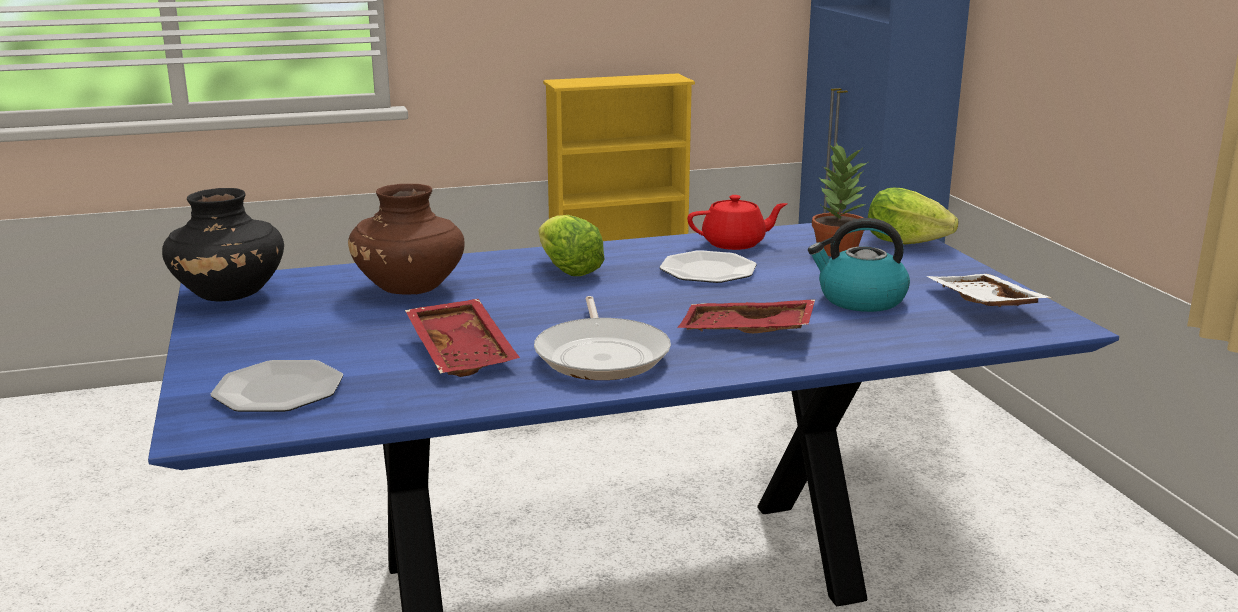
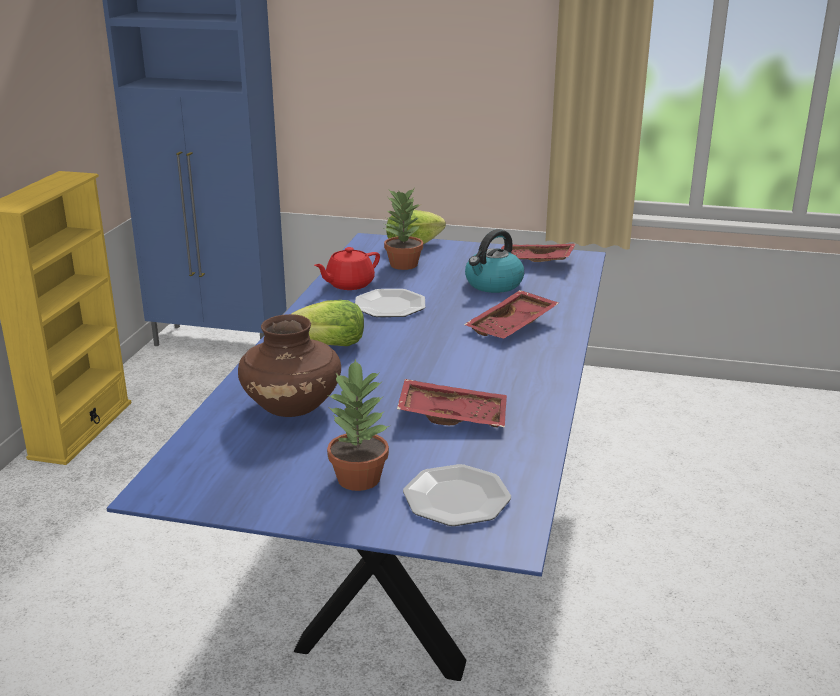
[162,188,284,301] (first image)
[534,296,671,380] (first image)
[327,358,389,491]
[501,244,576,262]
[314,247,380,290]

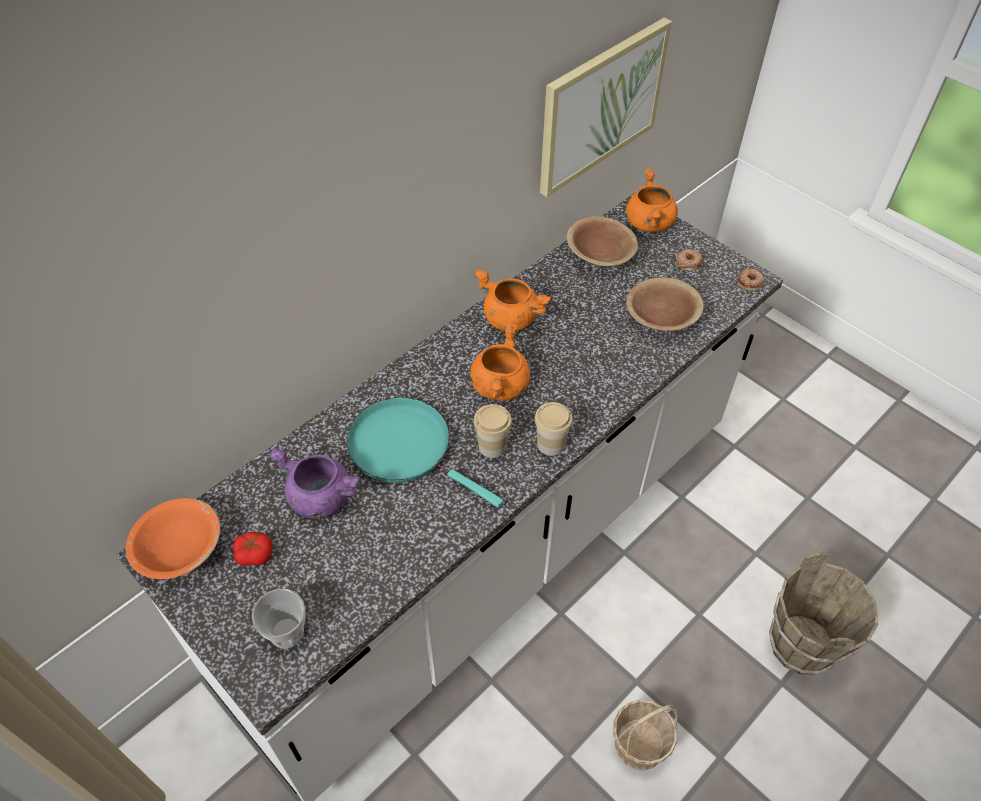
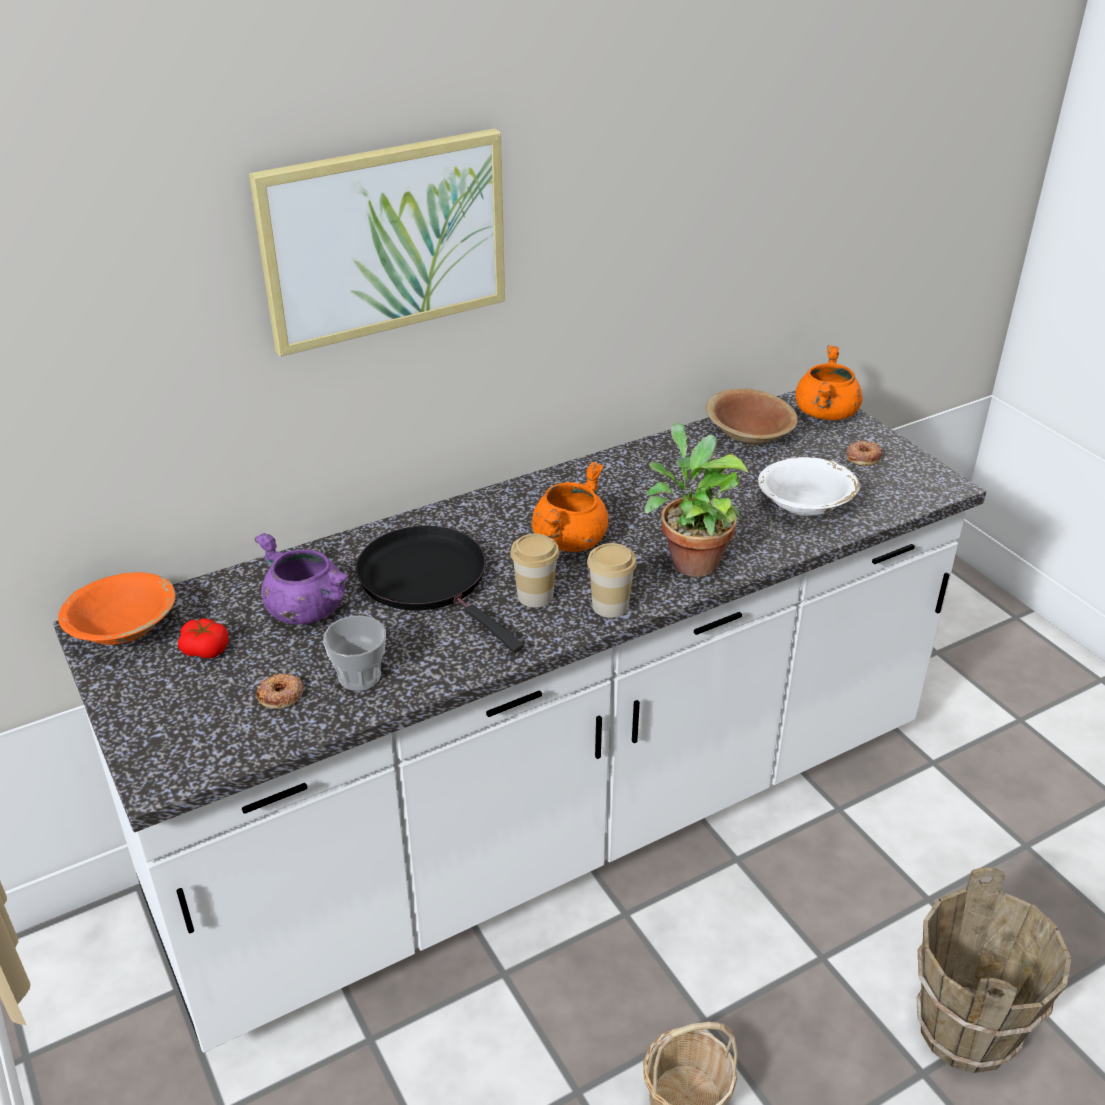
[474,269,551,331] (first image)
[644,423,749,577]
[323,615,386,691]
[249,128,505,357]
[257,673,304,708]
[356,526,524,653]
[758,457,860,516]

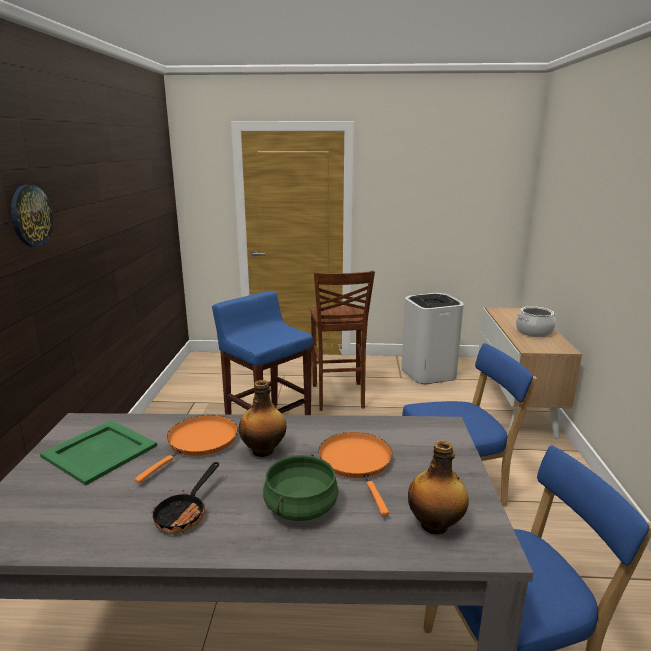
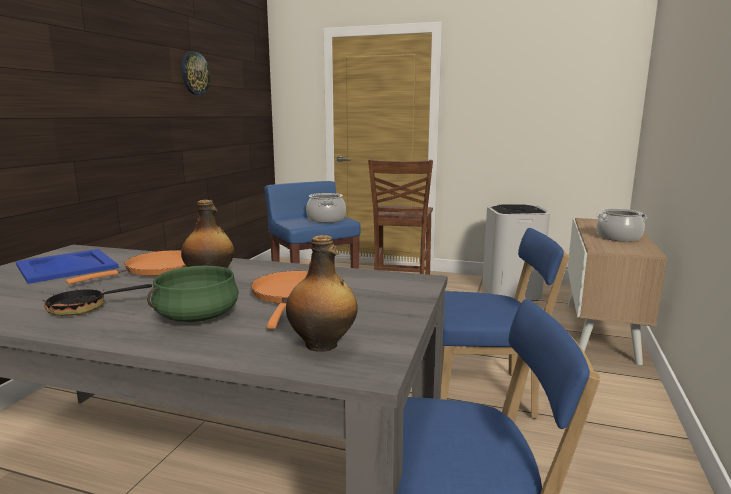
[306,193,346,223]
[181,51,210,95]
[16,249,119,284]
[42,284,152,316]

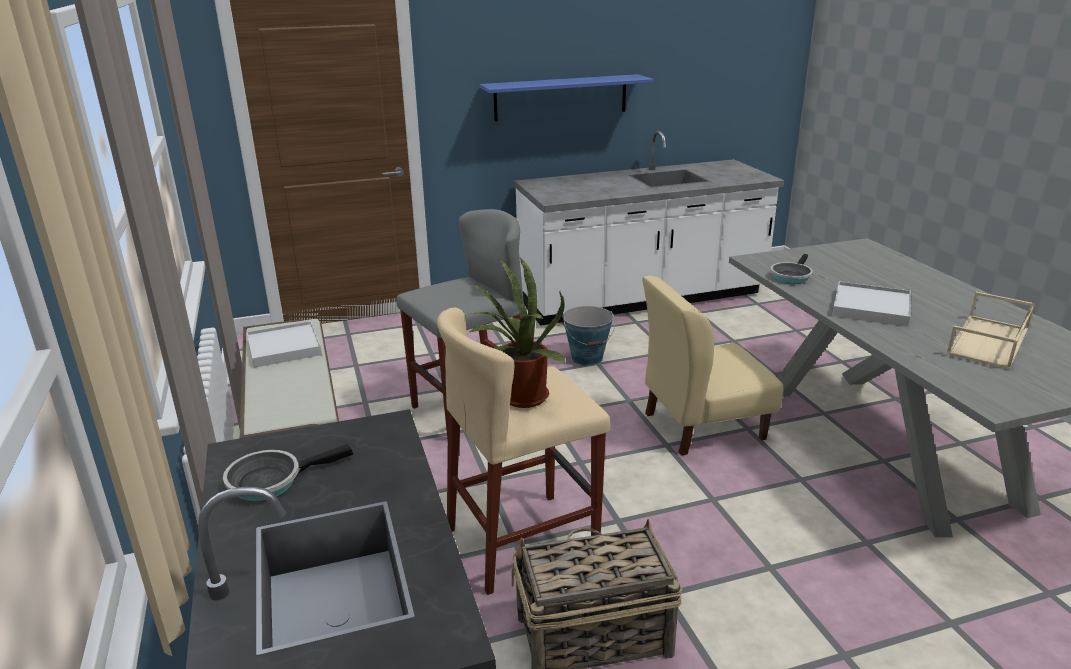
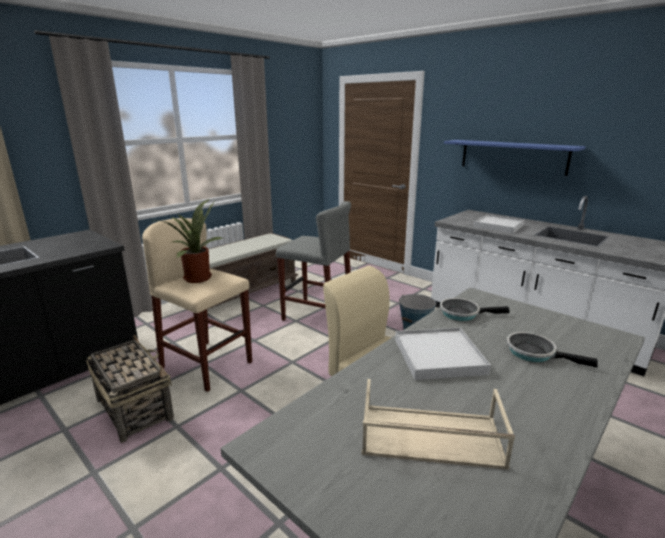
[506,332,598,368]
[473,214,525,234]

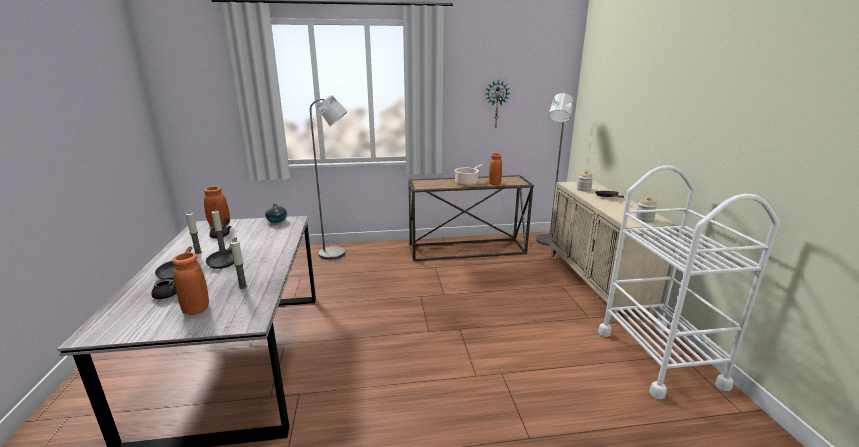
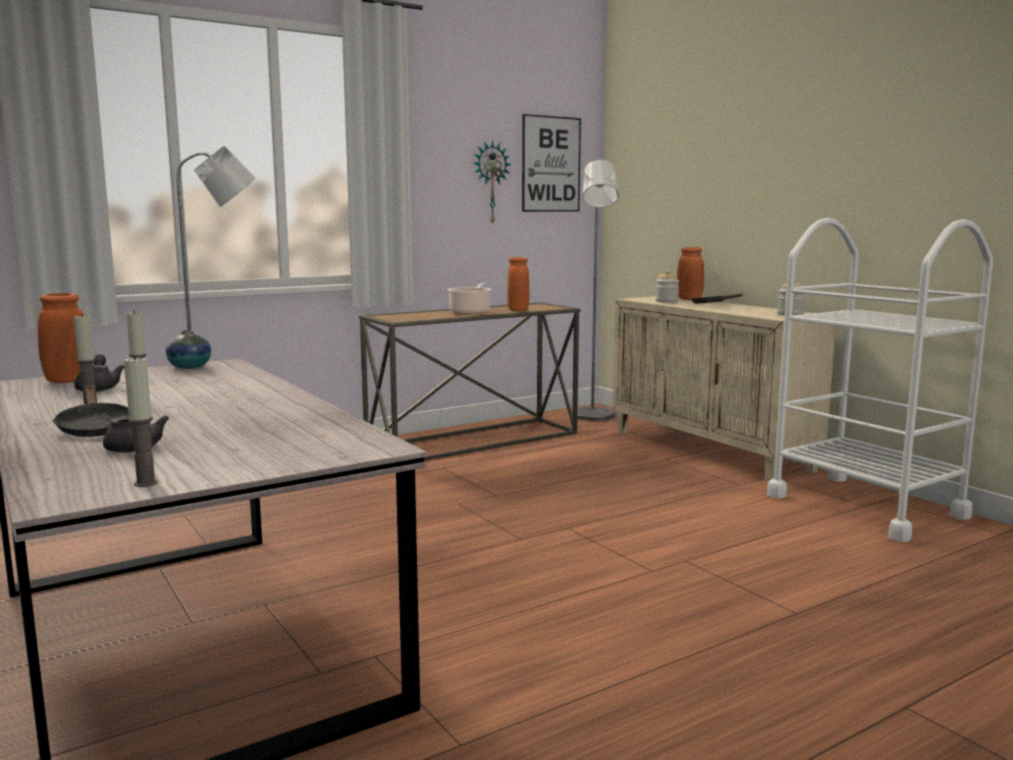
[206,238,237,269] (first image)
[522,114,581,212]
[677,247,704,300]
[124,355,158,487]

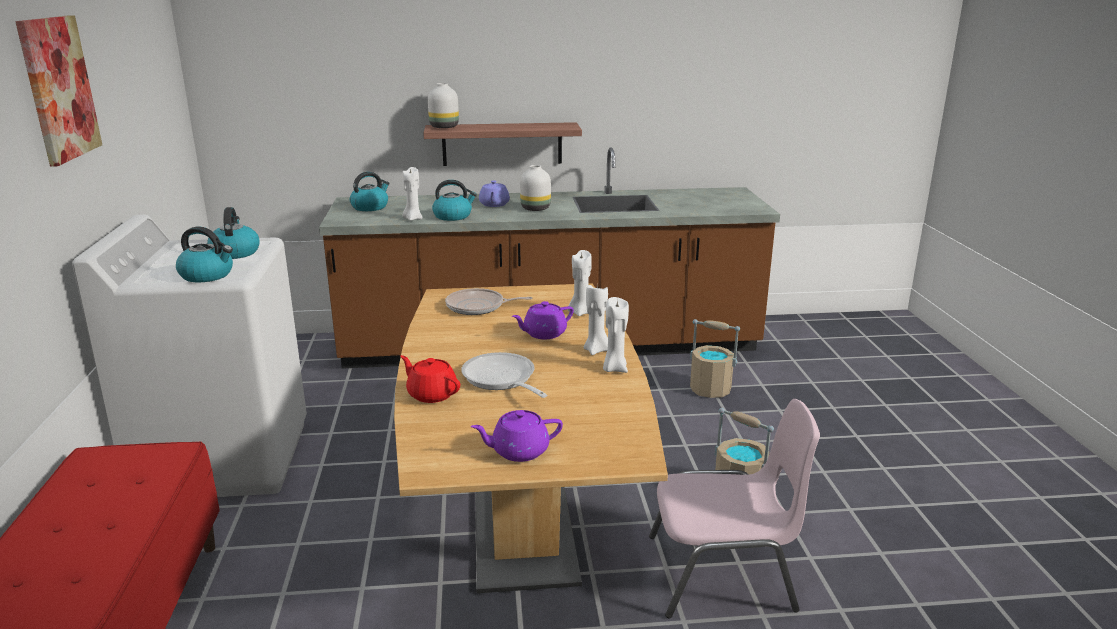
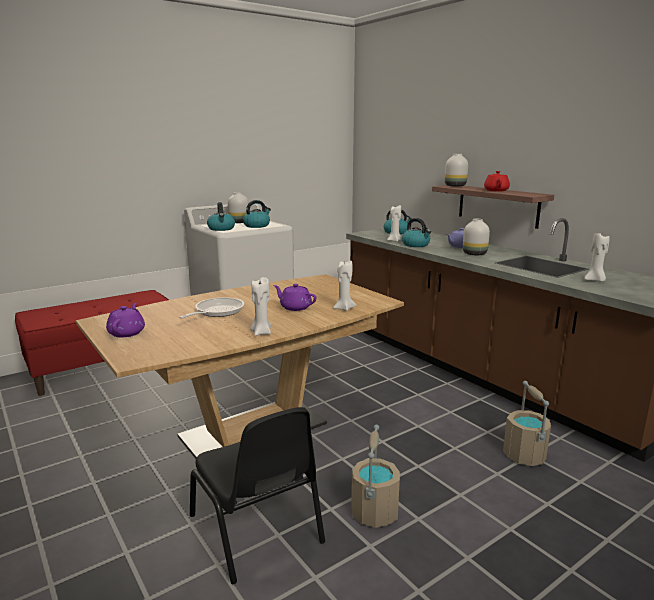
[15,15,102,167] (first image)
[445,288,533,315] (first image)
[228,192,249,223]
[484,171,510,191]
[584,233,610,282]
[190,407,325,584]
[106,303,145,337]

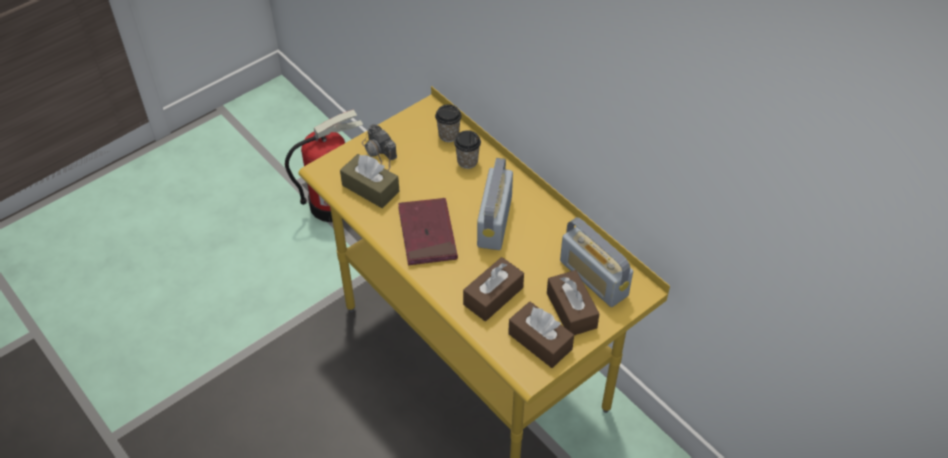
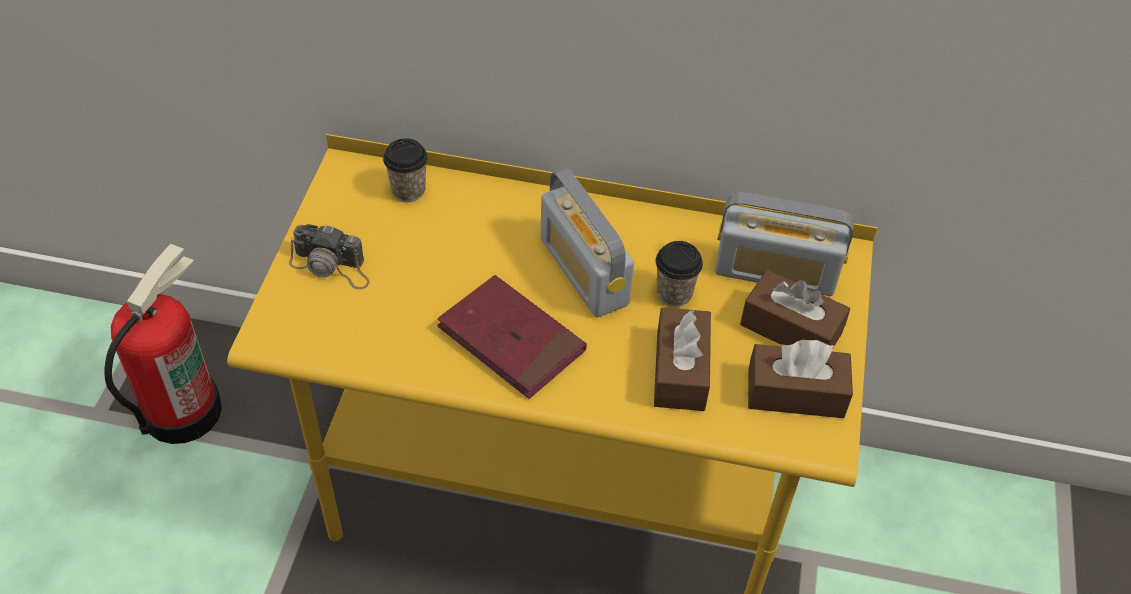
[340,154,400,208] (first image)
[656,241,703,307]

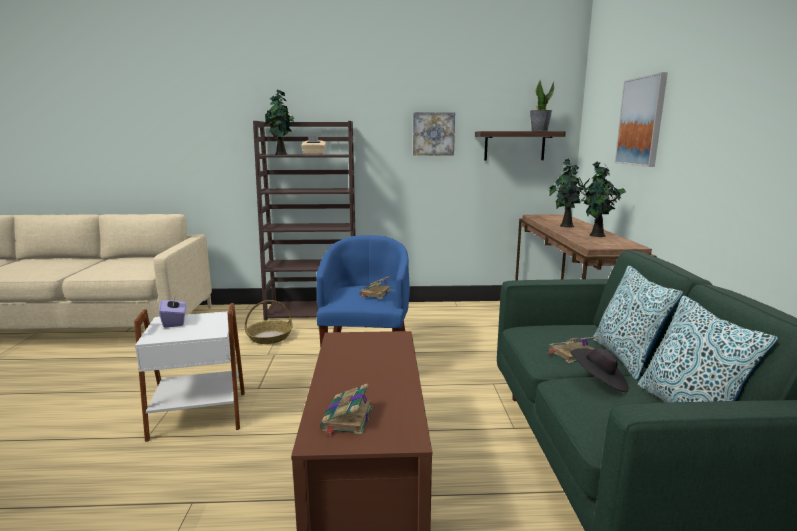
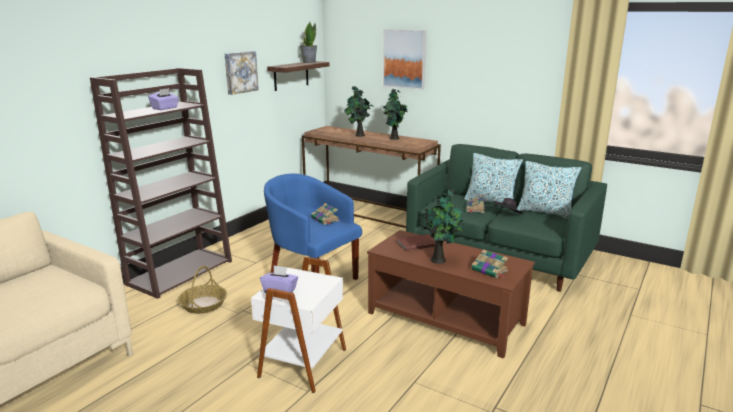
[397,234,436,251]
[417,189,463,264]
[148,88,179,110]

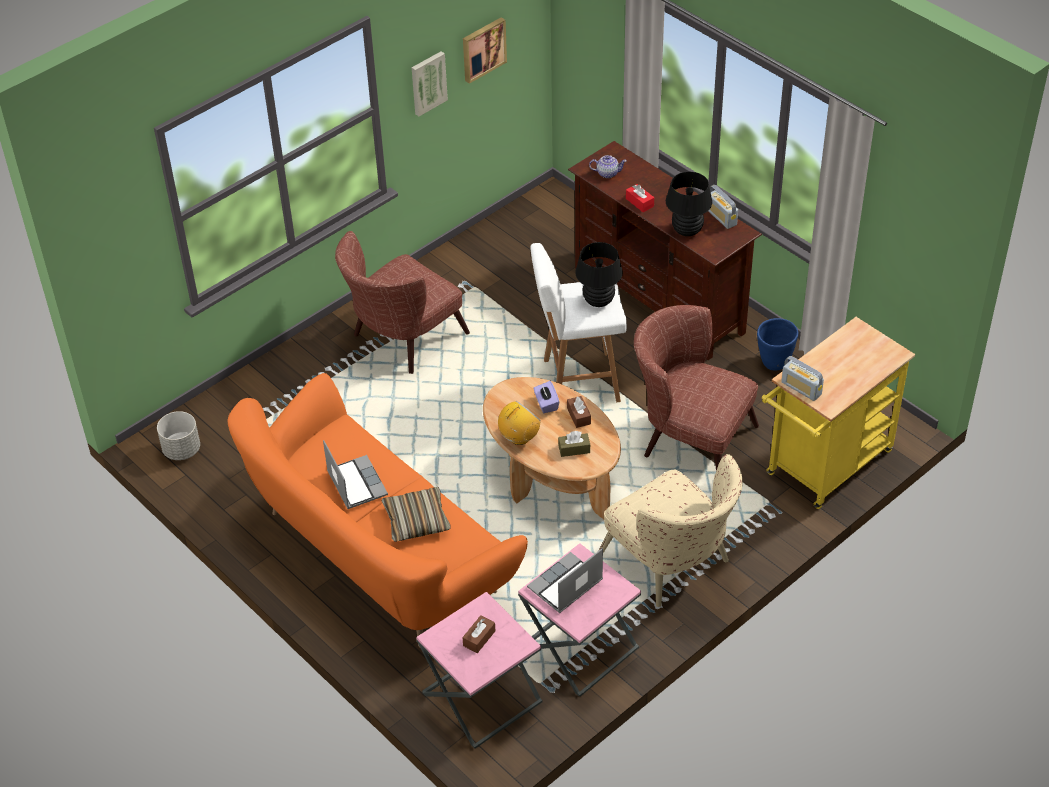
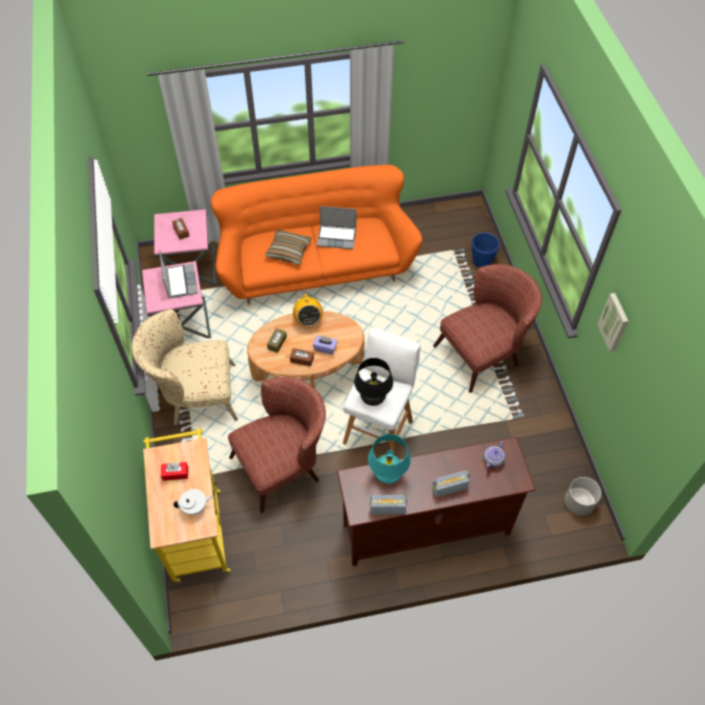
[463,17,507,84] (first image)
[174,489,213,515]
[565,477,601,515]
[161,462,188,481]
[472,233,500,267]
[432,471,470,497]
[368,434,411,484]
[433,264,542,393]

